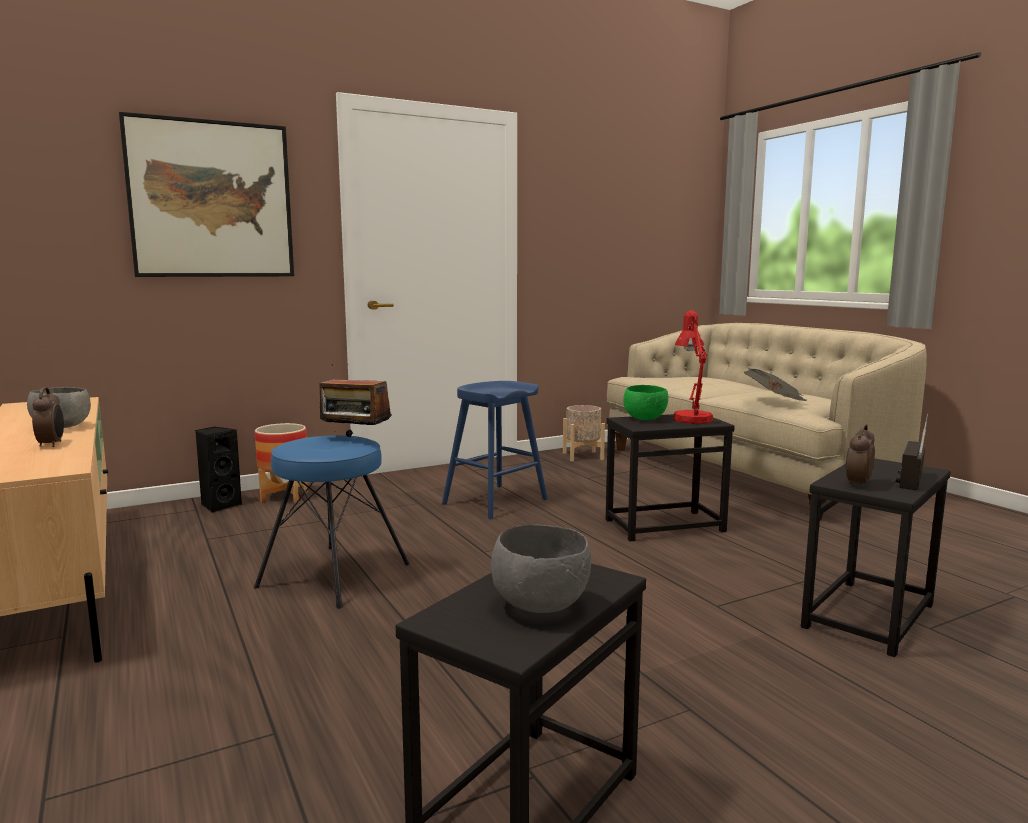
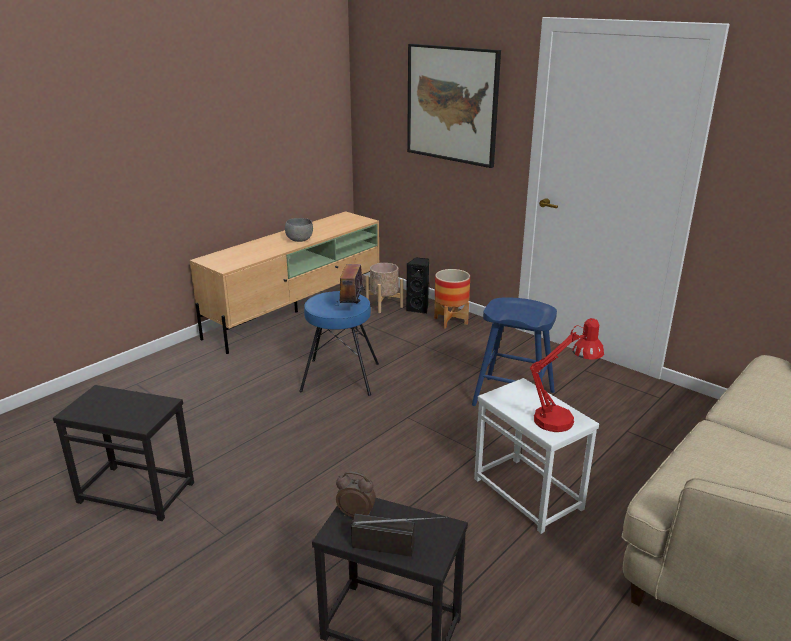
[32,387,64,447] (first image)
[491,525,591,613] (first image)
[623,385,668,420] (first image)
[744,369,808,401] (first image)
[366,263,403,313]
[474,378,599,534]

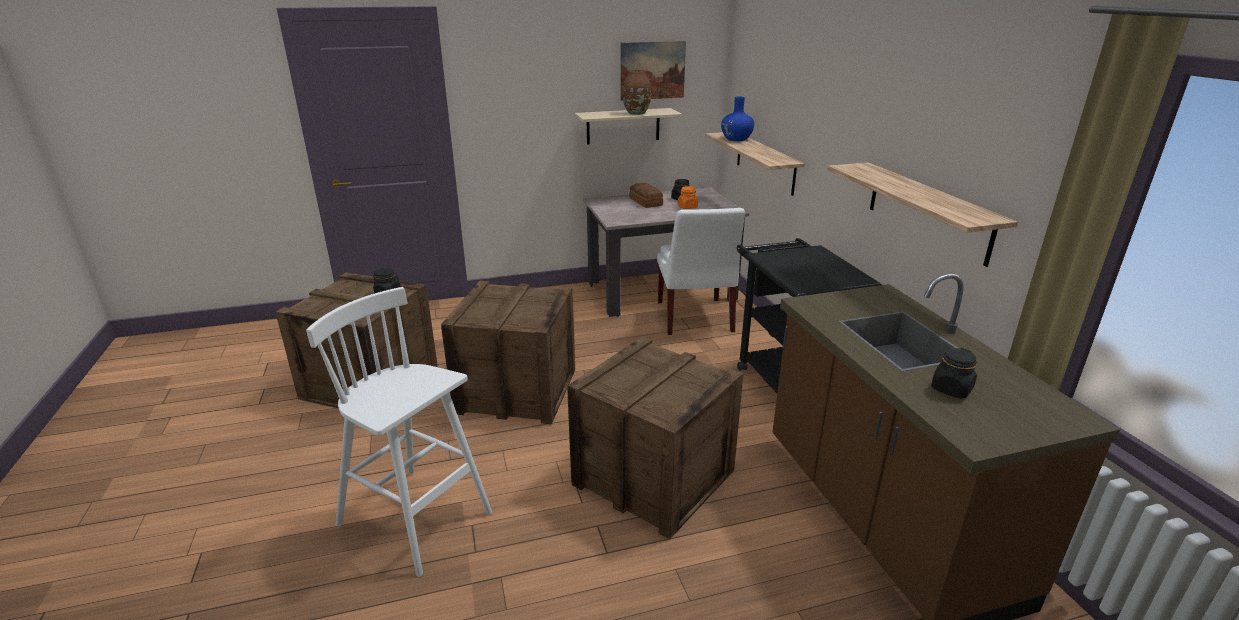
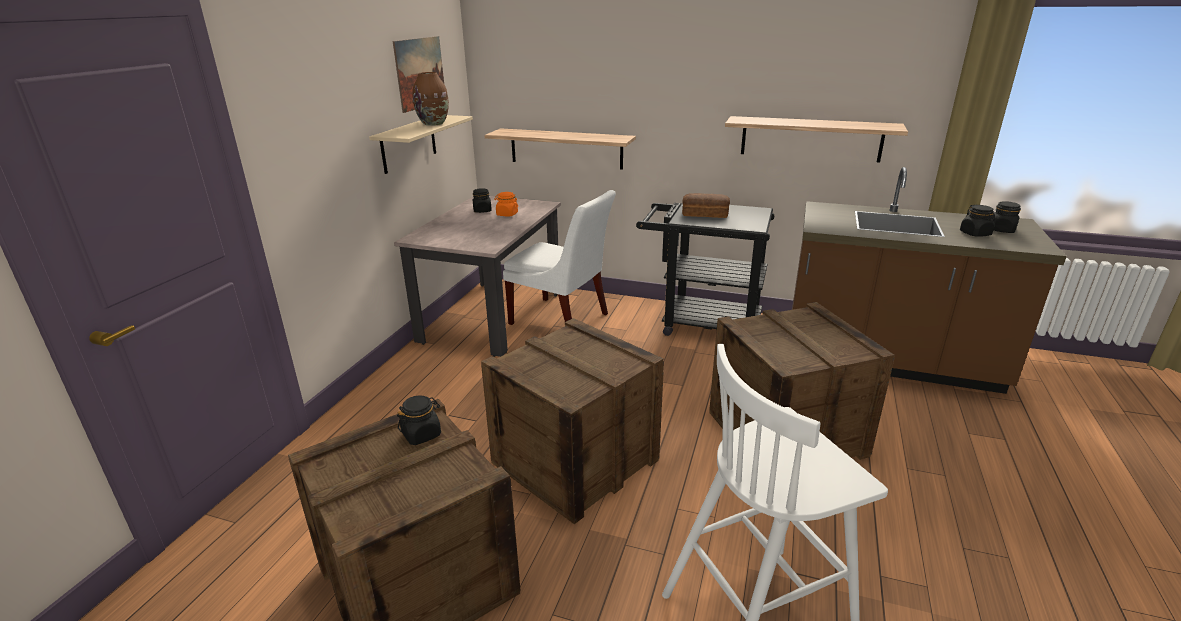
[721,97,754,141] (first image)
[992,201,1021,233]
[682,193,730,218]

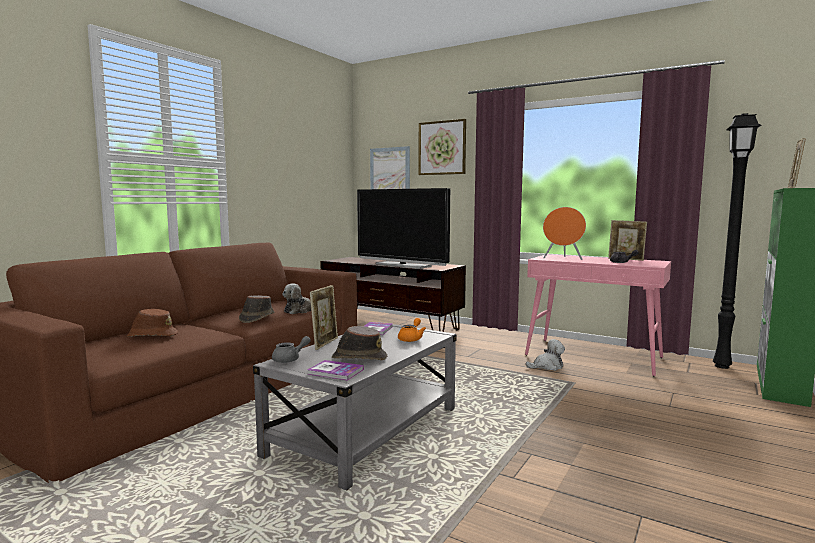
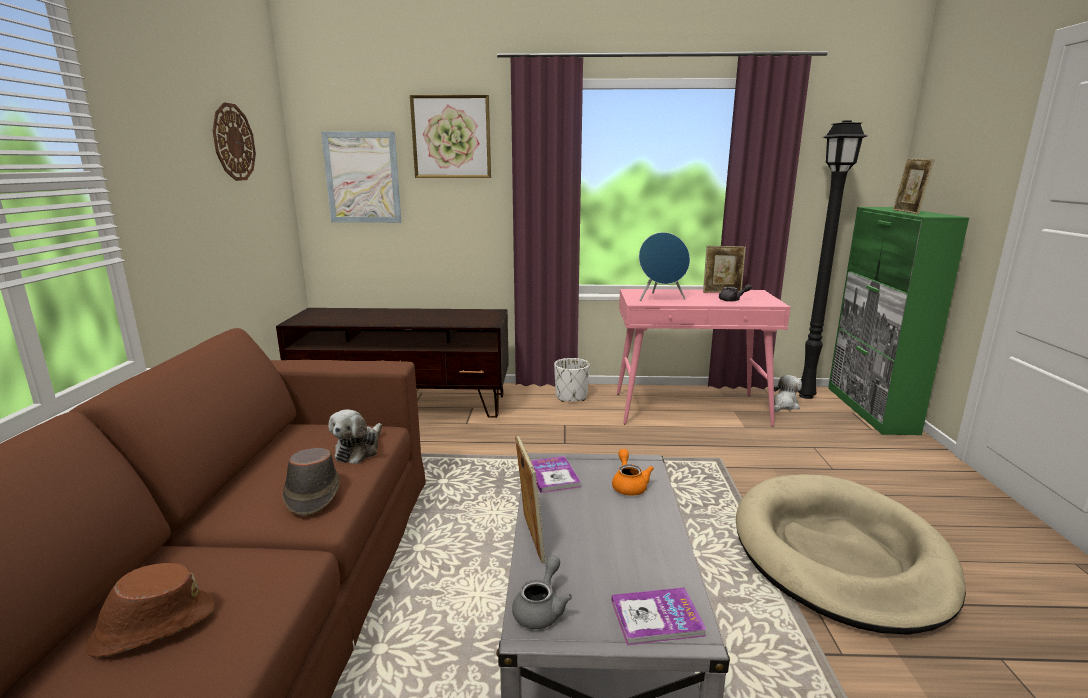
[332,326,387,360] (first image)
[357,188,450,269] (first image)
[212,102,256,181]
[554,358,590,402]
[736,474,966,635]
[774,375,802,412]
[639,232,690,301]

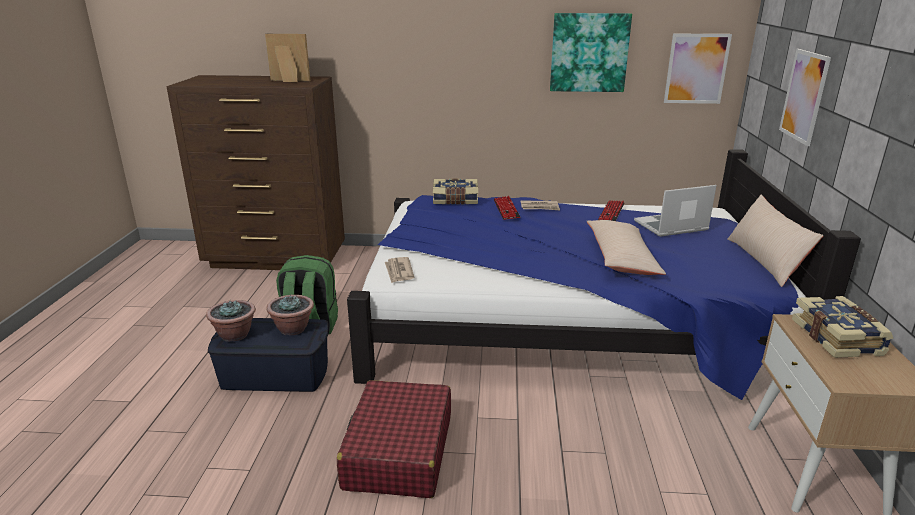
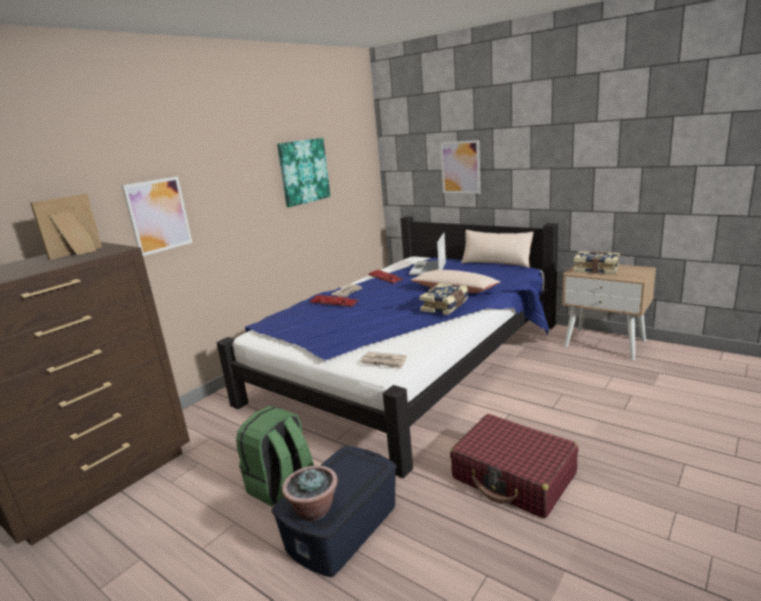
[266,295,314,335] (first image)
[419,283,468,315]
[122,176,192,256]

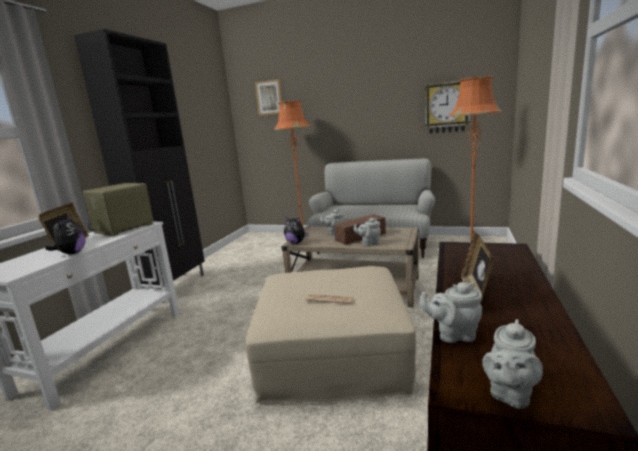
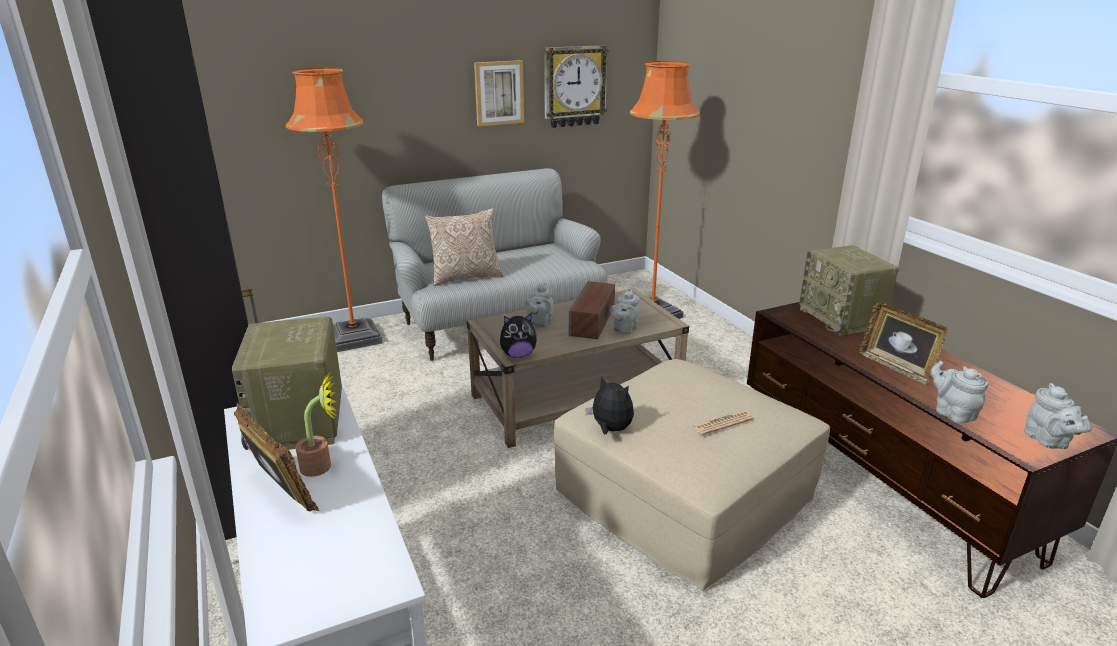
[295,371,337,477]
[425,208,503,286]
[799,245,899,336]
[585,376,634,434]
[474,60,524,126]
[931,361,989,423]

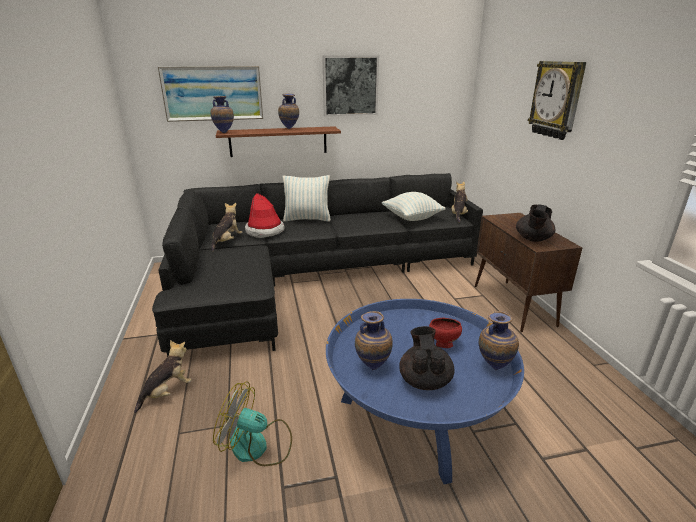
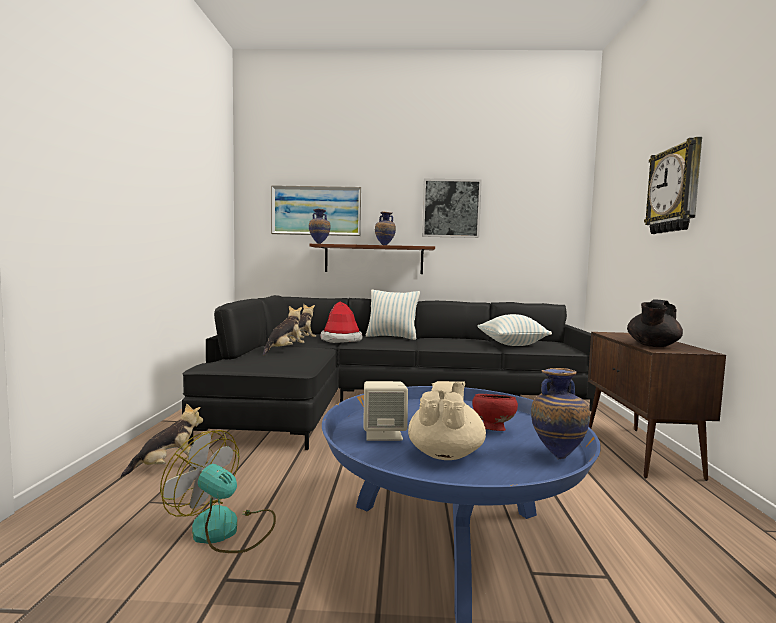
[263,306,305,355]
[363,381,408,441]
[408,381,486,460]

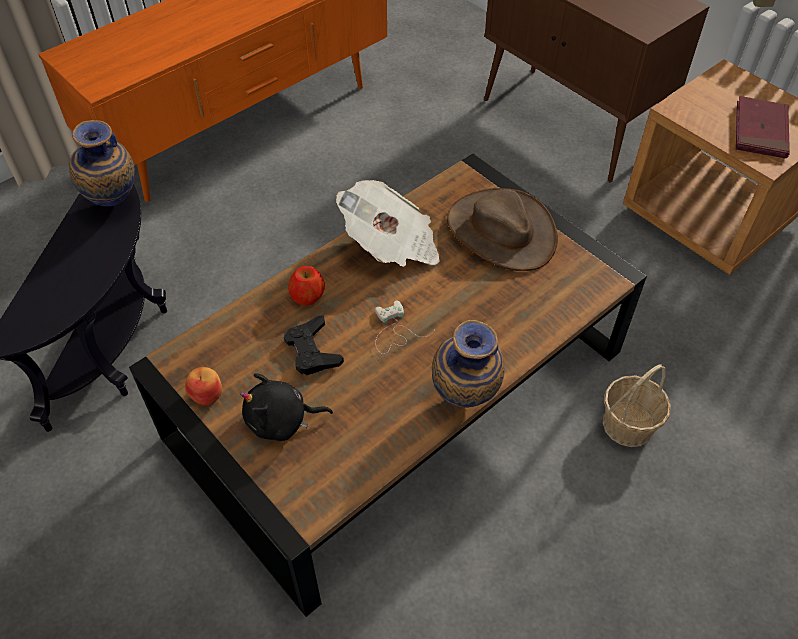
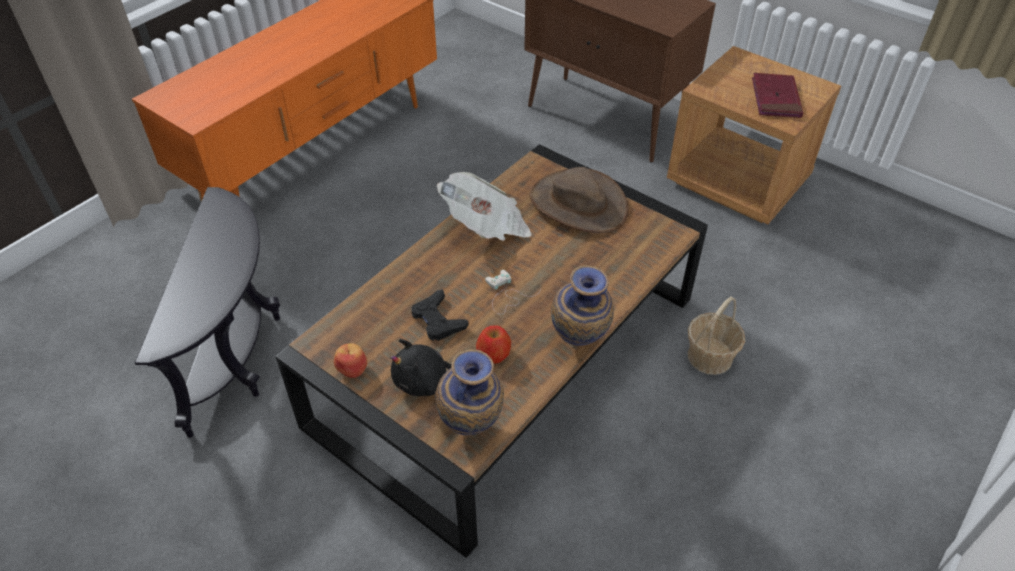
[435,349,504,435]
[476,325,511,364]

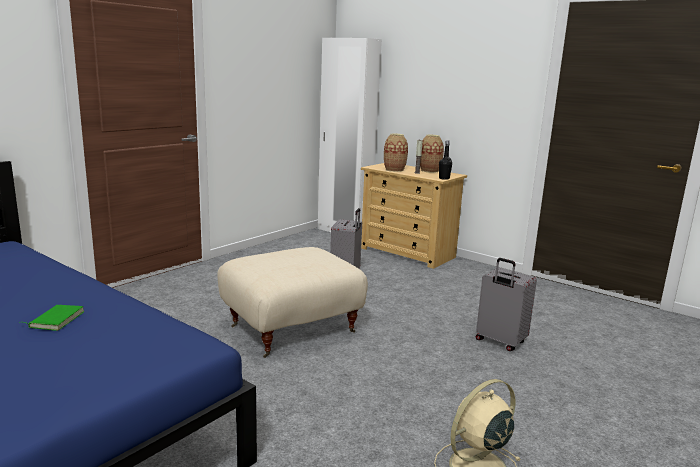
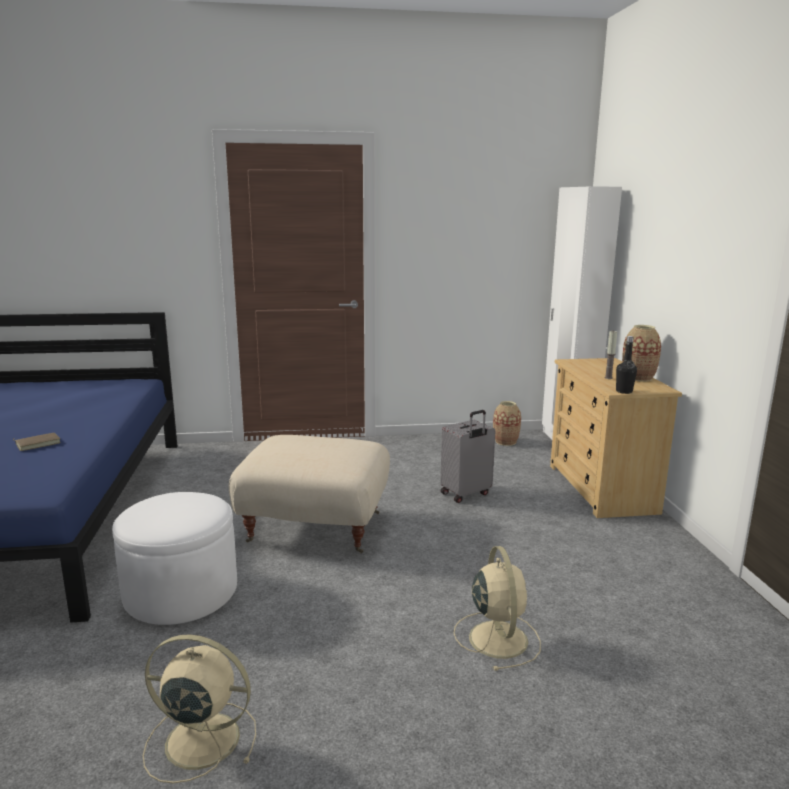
[112,492,237,625]
[493,401,521,446]
[454,546,541,671]
[13,433,61,451]

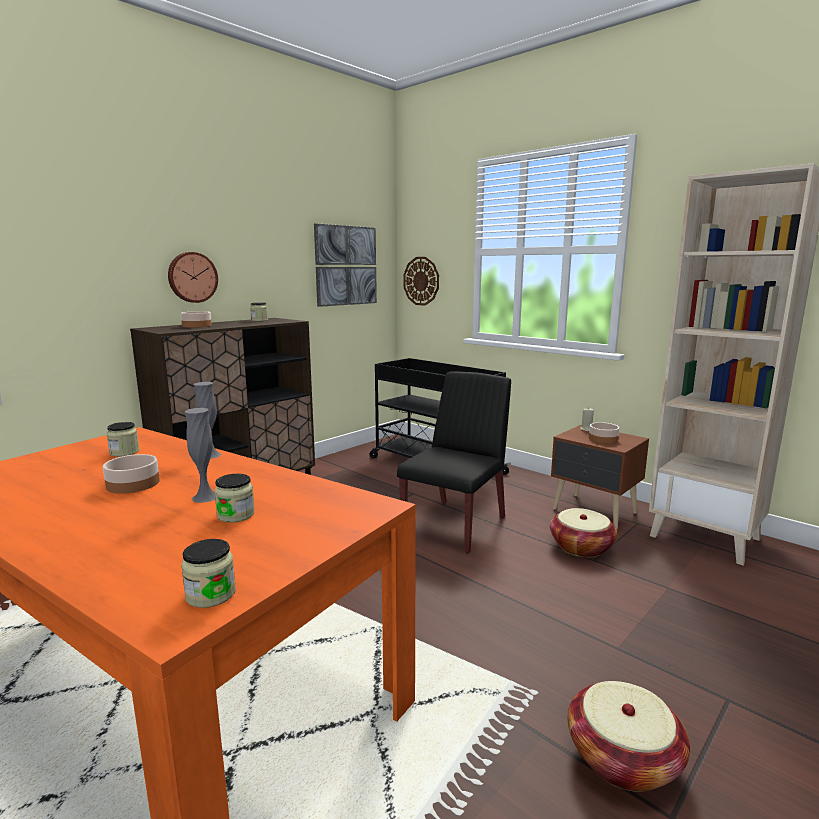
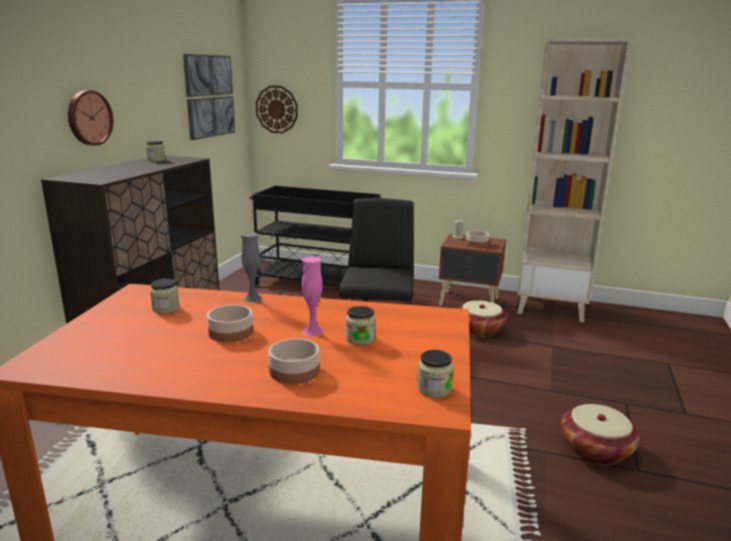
[268,338,320,384]
[302,257,324,336]

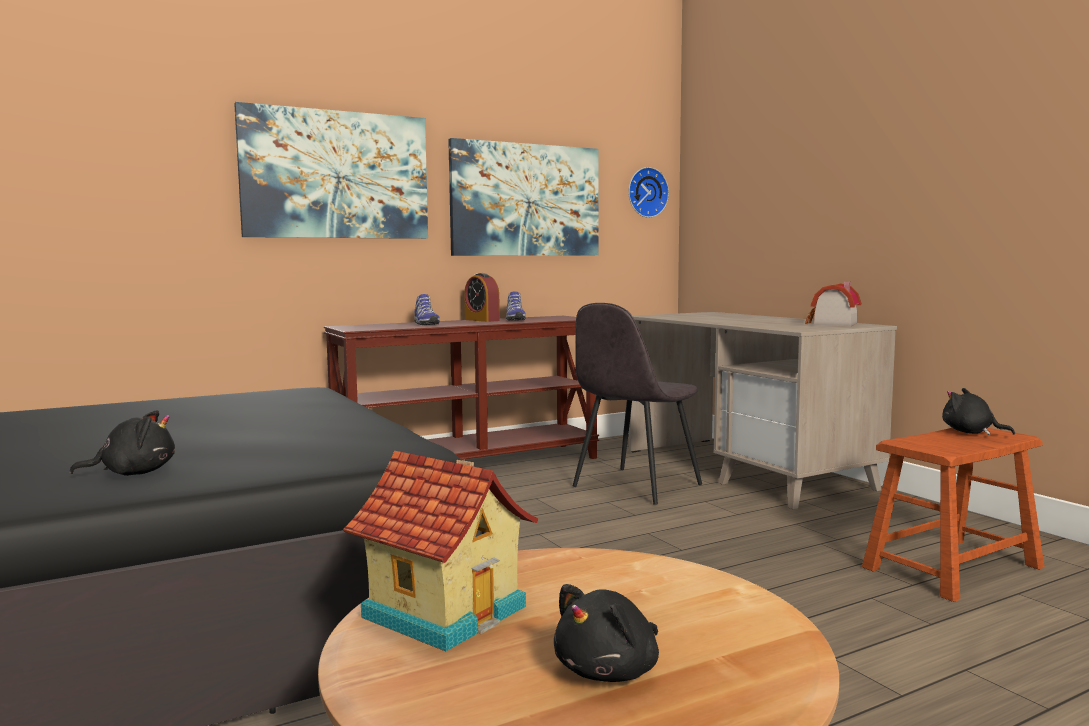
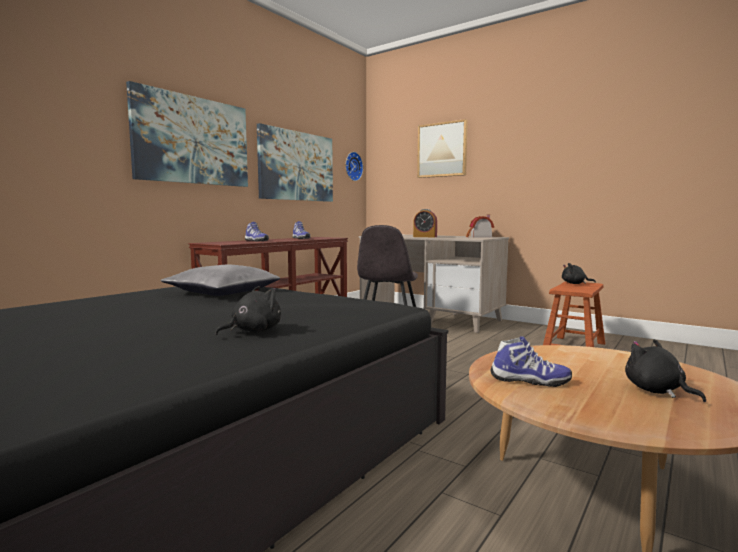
[160,265,280,296]
[417,119,468,178]
[413,209,437,237]
[490,336,572,387]
[625,339,706,402]

